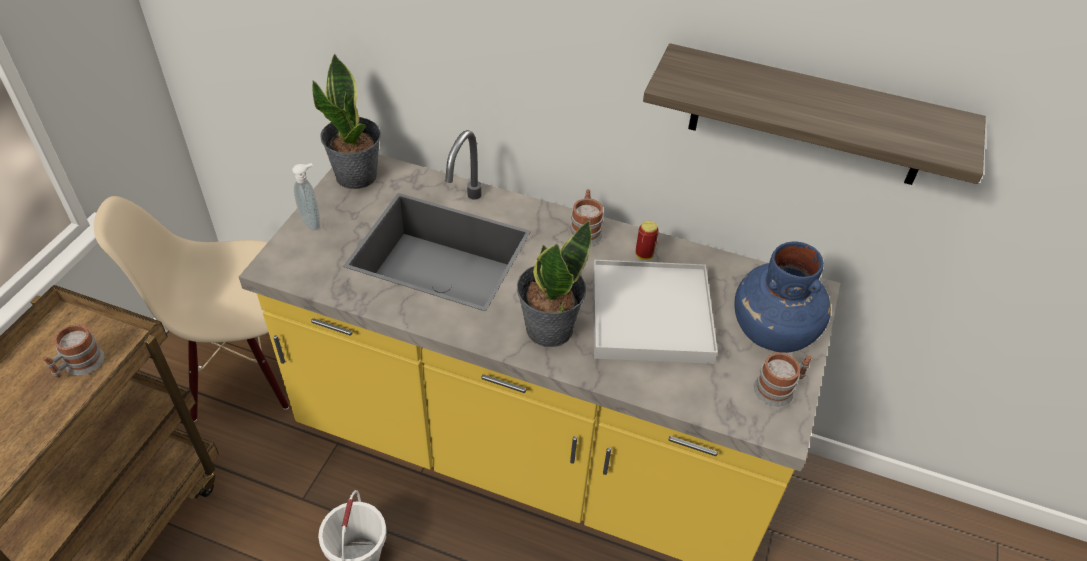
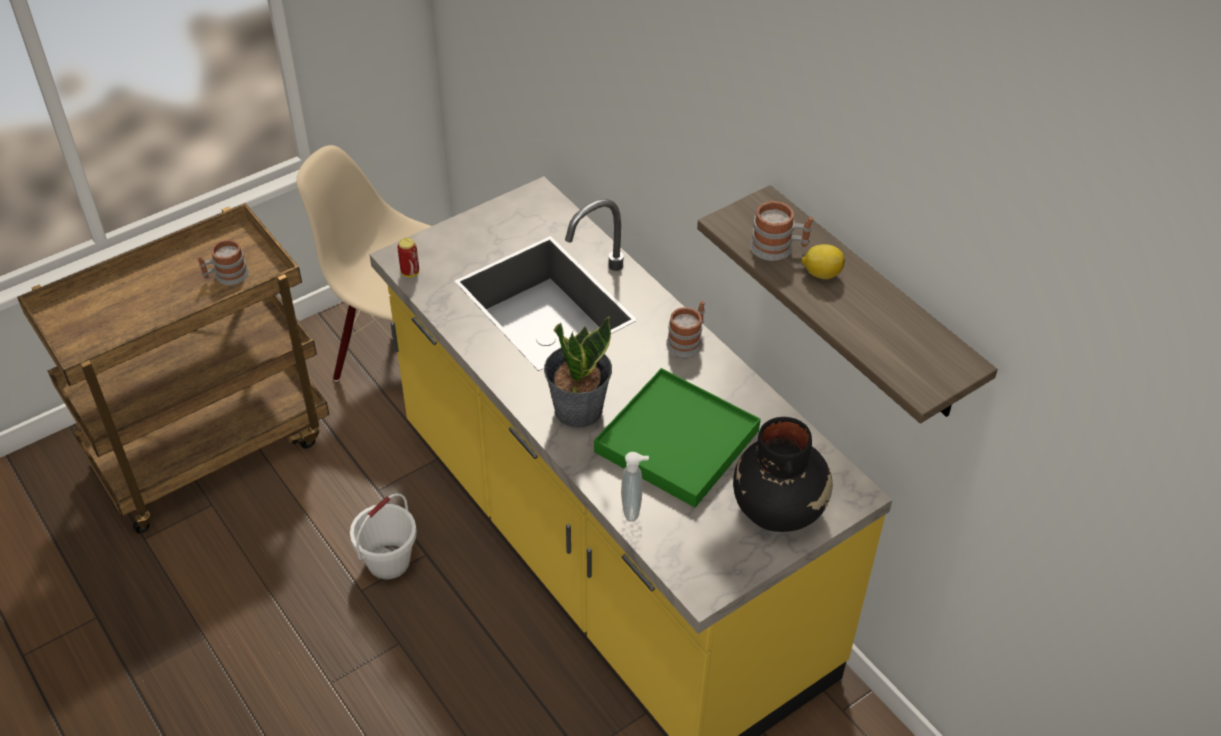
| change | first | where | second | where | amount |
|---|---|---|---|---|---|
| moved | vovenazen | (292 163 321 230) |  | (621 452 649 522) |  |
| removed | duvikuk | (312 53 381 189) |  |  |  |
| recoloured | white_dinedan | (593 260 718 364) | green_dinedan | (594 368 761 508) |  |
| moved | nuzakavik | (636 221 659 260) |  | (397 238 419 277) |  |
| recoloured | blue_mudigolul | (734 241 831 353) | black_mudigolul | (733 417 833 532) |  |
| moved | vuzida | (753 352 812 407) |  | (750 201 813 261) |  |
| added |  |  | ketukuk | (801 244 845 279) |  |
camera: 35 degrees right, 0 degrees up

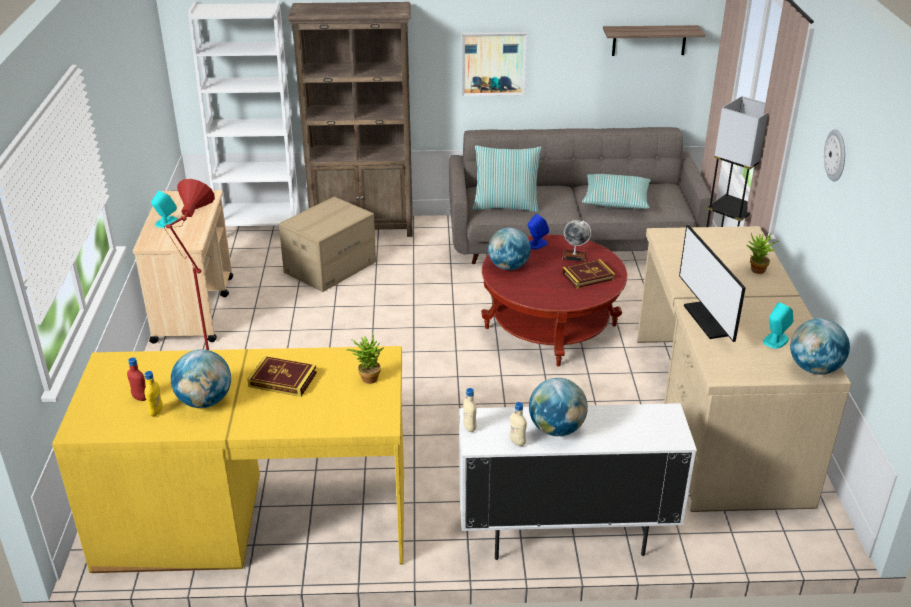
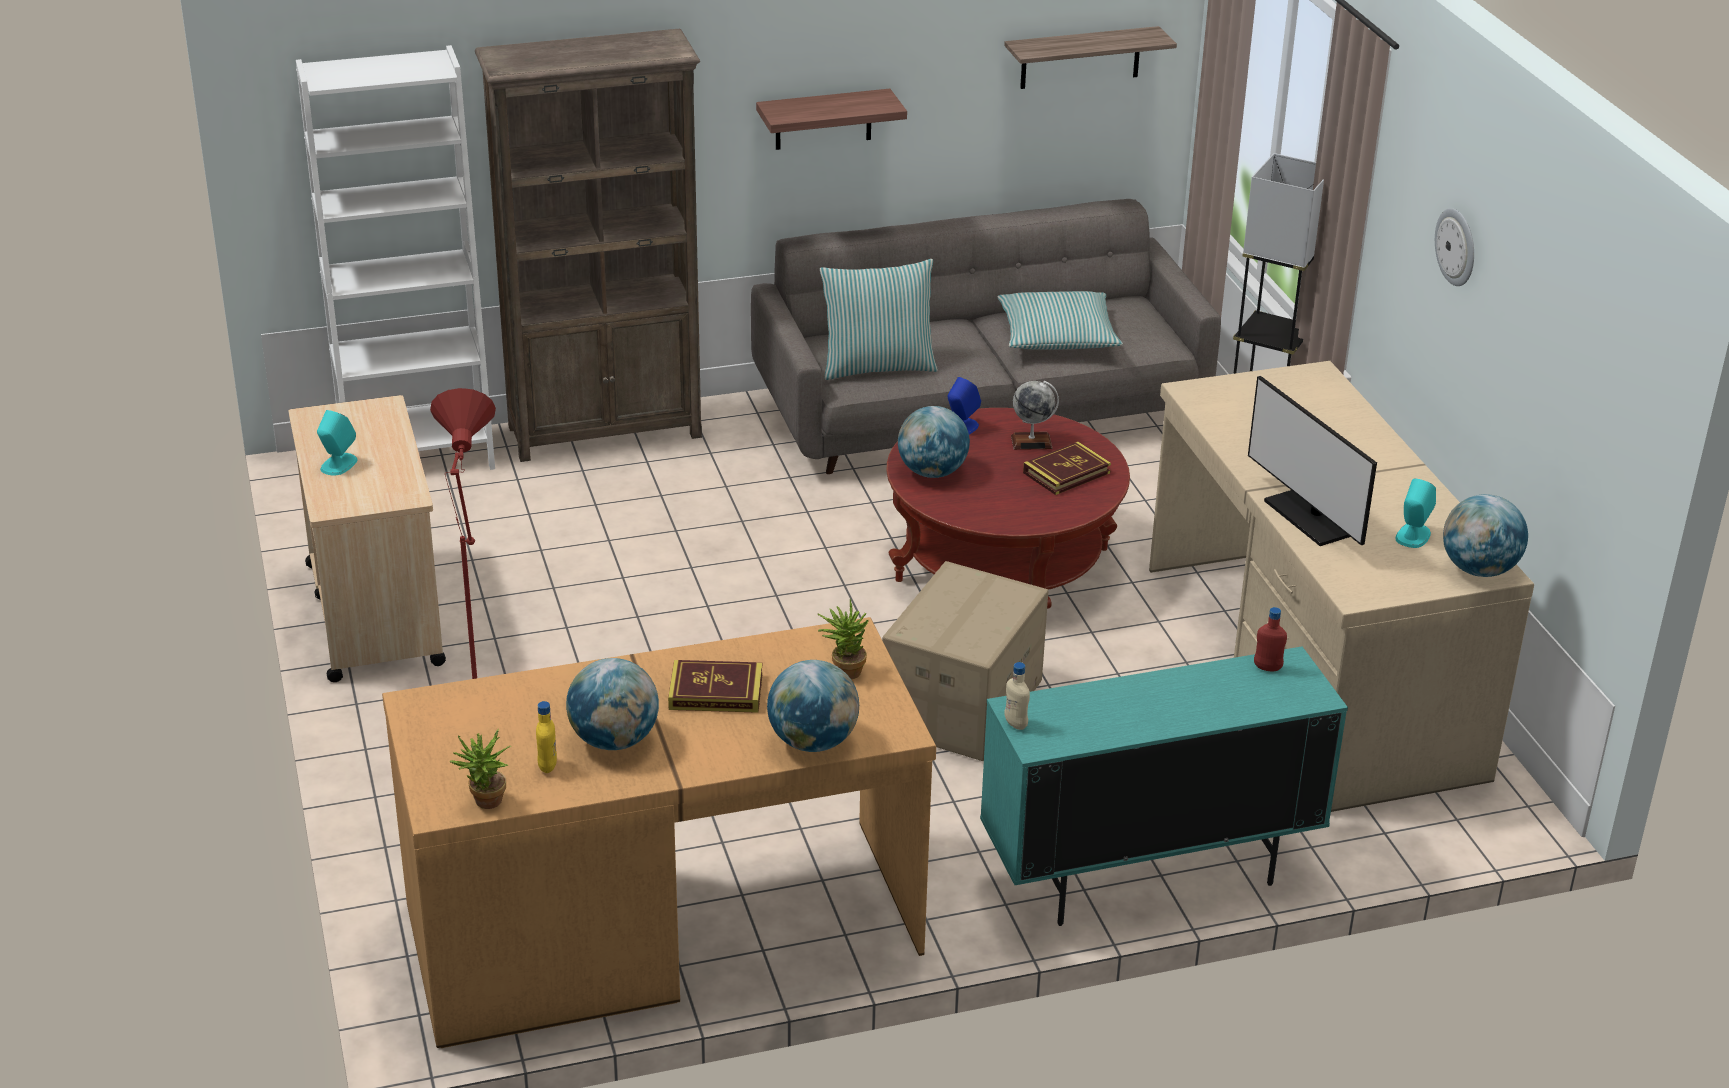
| change | first | where | second | where | amount |
|---|---|---|---|---|---|
| recoloured | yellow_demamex | (52 346 404 573) | brown_demamex | (382 617 936 1048) |  |
| moved | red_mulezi | (127 357 146 401) |  | (1254 607 1287 672) |  |
| moved | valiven | (279 197 376 292) |  | (882 561 1048 761) |  |
| recoloured | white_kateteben | (459 403 697 560) | turquoise_kateteben | (980 647 1348 926) |  |
| replaced | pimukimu | (462 32 527 96) | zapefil | (756 89 907 150) |  |
| removed | beige_mulezi | (509 402 527 446) |  |  |  |
| moved | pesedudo | (529 378 588 436) |  | (767 660 859 752) |  |
| moved | duvikuk | (747 233 778 274) |  | (450 729 511 809) |  |
camera: 15 degrees left, 0 degrees up

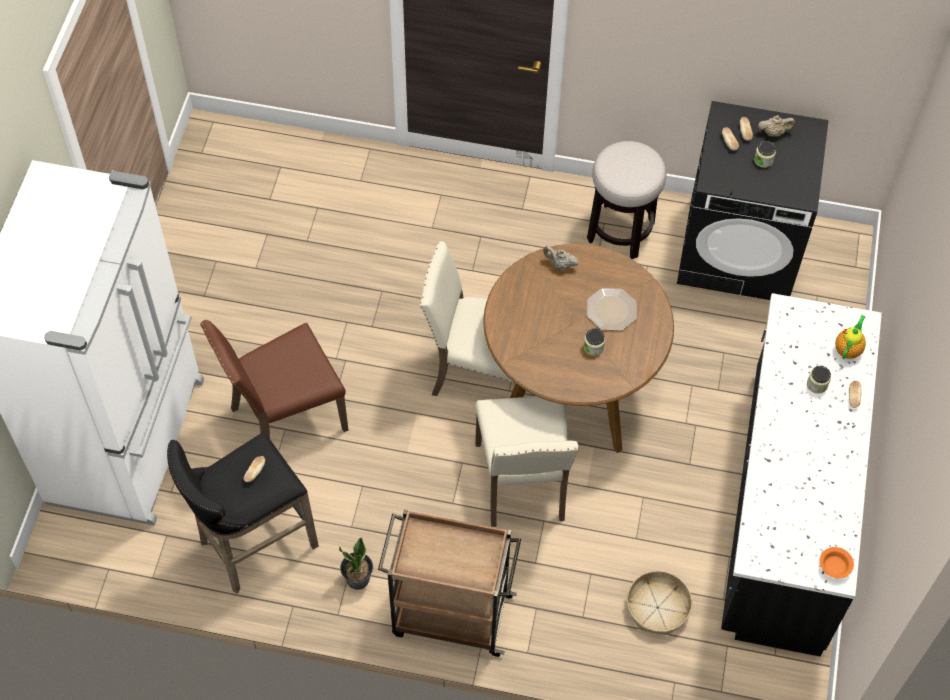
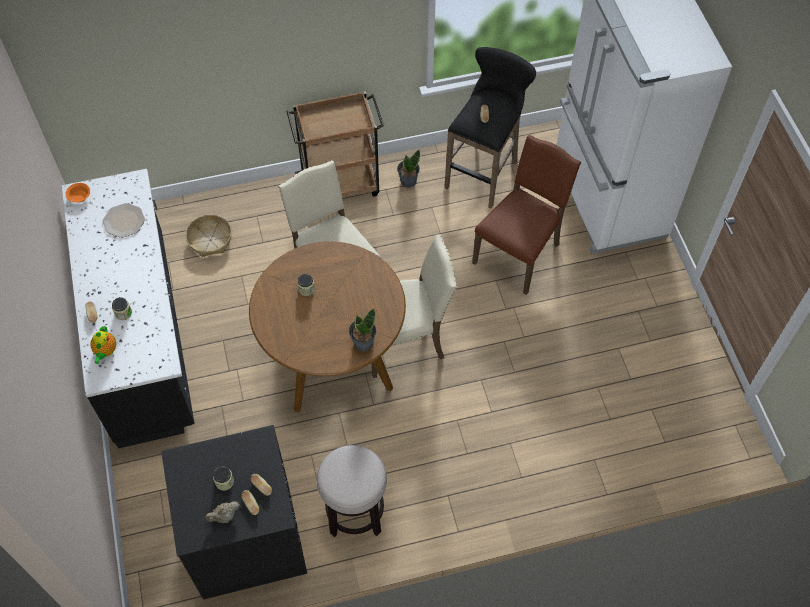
| change | first | where | second | where | amount |
|---|---|---|---|---|---|
| replaced | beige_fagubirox | (543 246 579 270) | duvikuk | (349 309 377 352) |  |
| moved | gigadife | (587 288 637 331) |  | (103 203 145 238) |  |
camera: 155 degrees right, 0 degrees up

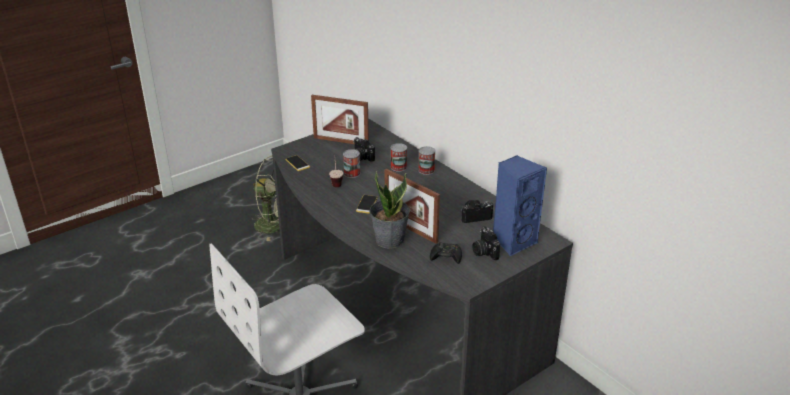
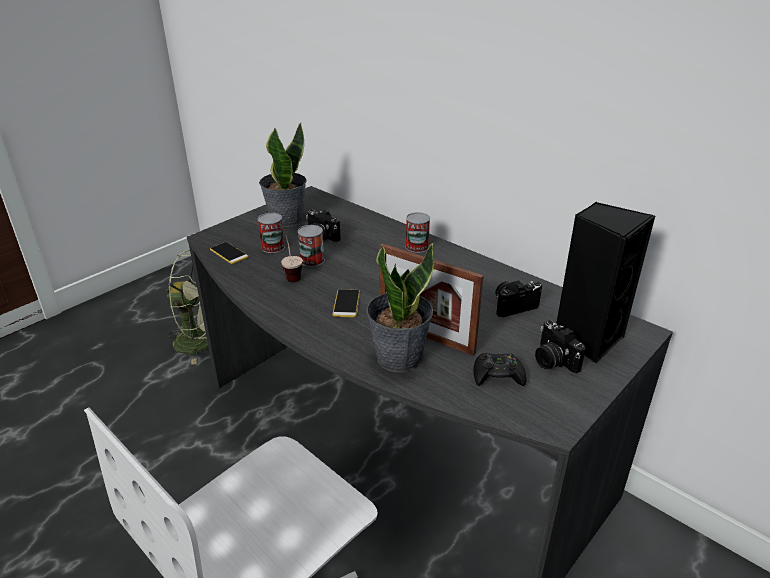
| change | first | where | second | where | amount |
|---|---|---|---|---|---|
| replaced | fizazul | (311 95 369 144) | duvikuk | (259 123 307 227) |  |
| moved | nuzakavik | (391 143 407 172) |  | (258 213 285 253) |  |
| recoloured | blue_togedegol | (493 155 547 256) | black_togedegol | (556 202 655 364) |  |
camera: 10 degrees left, 0 degrees up

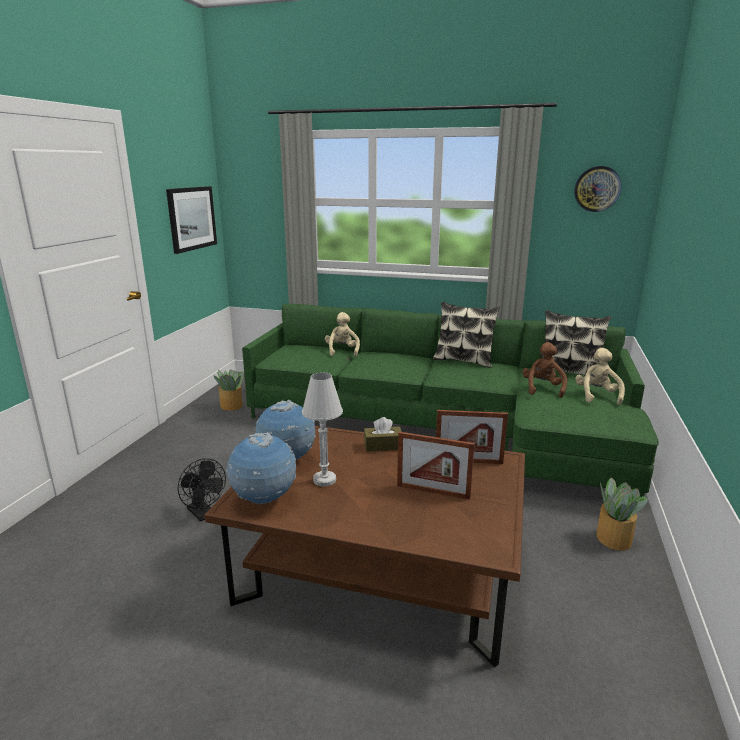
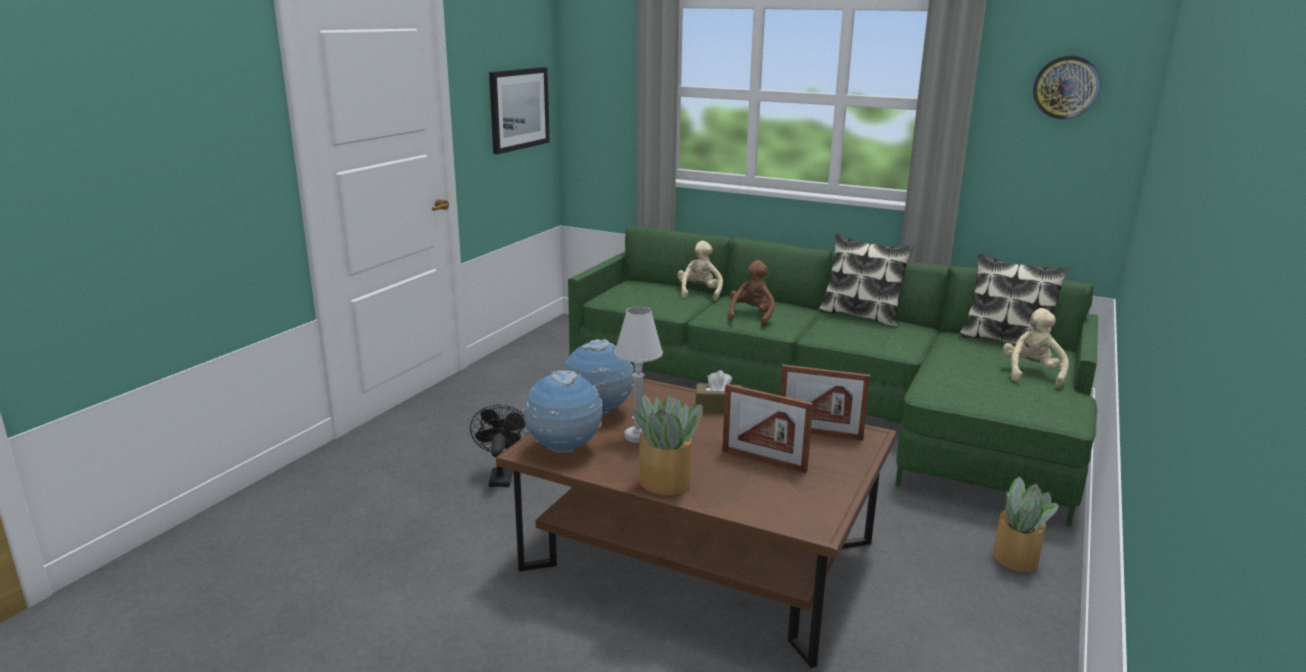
| change | first | where | second | where | amount |
|---|---|---|---|---|---|
| turned | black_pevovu | (177 458 226 521) |  | (470 405 530 487) | 150 degrees counterclockwise |
| moved | duvikuk | (213 369 244 411) |  | (632 395 703 495) |  |
| moved | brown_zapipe | (522 342 567 398) |  | (728 260 775 327) |  |
camera: 10 degrees right, 0 degrees up

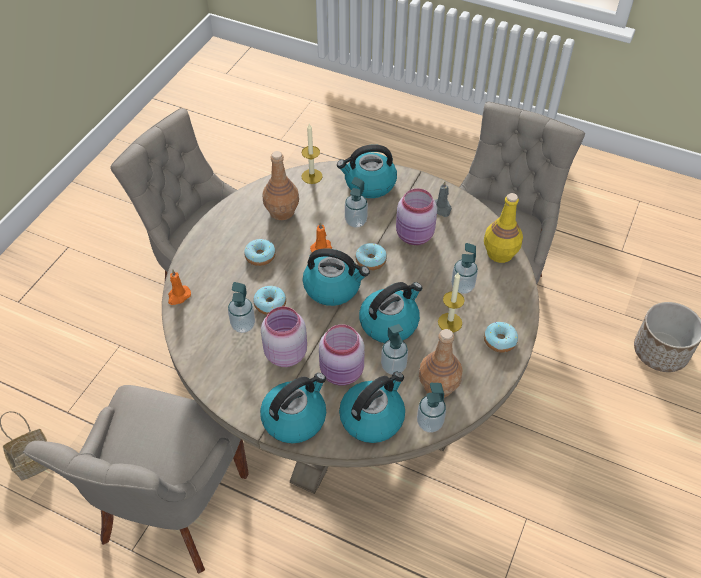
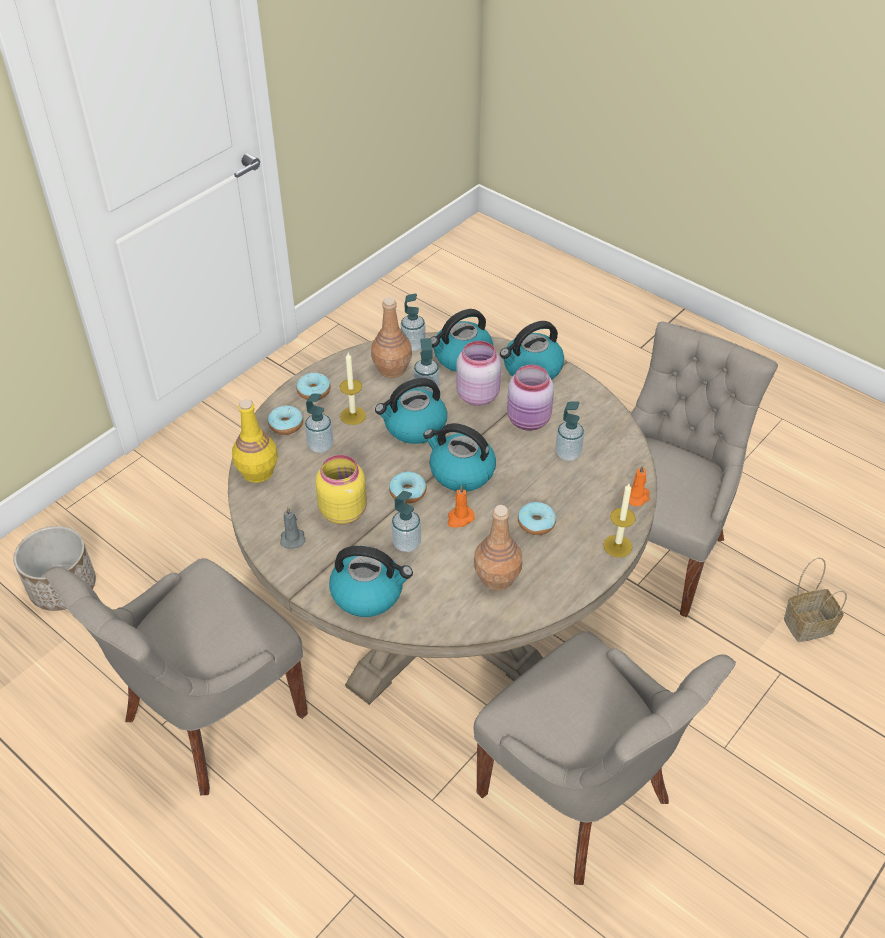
| change | first | where | second | where | amount |
|---|---|---|---|---|---|
| moved | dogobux | (254 286 286 315) |  | (268 405 303 435) |  |
| moved | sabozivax | (301 123 323 184) |  | (603 484 636 557) |  |
| recoloured | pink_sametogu | (396 188 437 245) | yellow_sametogu | (315 455 367 525) |  |
camera: 165 degrees left, 5 degrees down

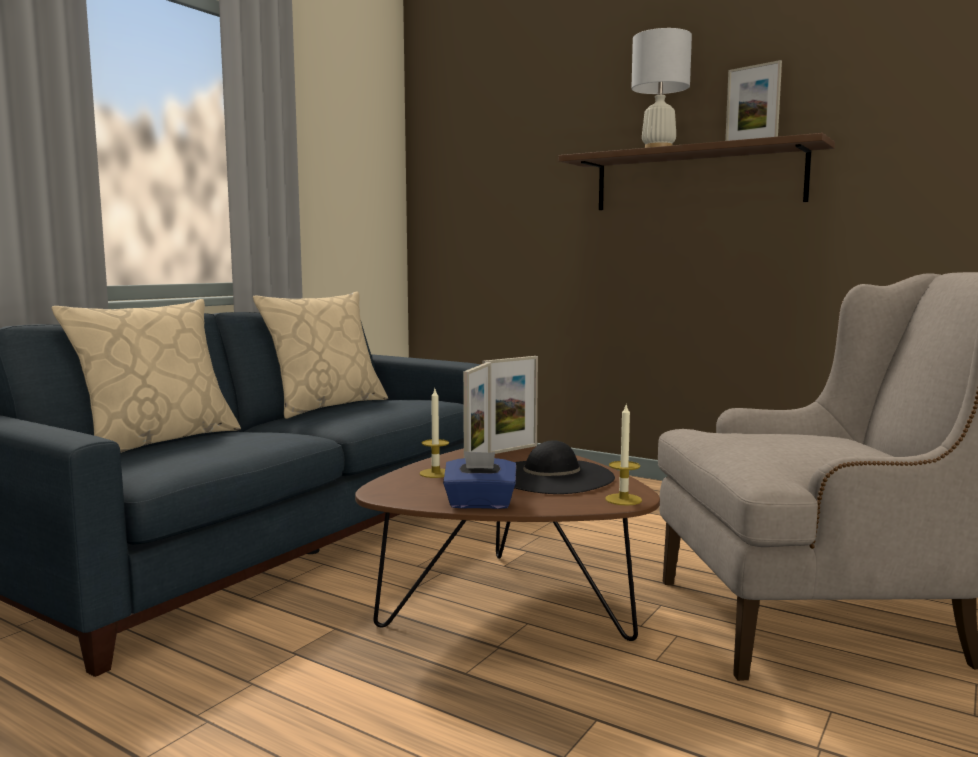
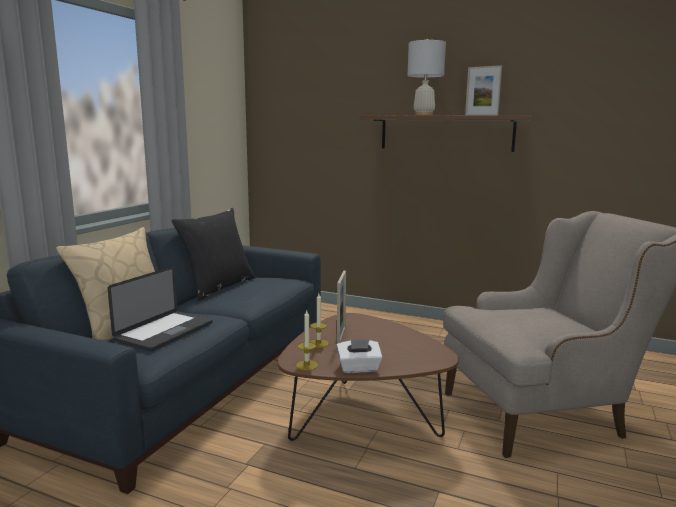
| change | first | where | second | where | amount |
|---|---|---|---|---|---|
| recoloured | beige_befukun | (253 291 388 419) | black_befukun | (172 208 256 301) |  |
| recoloured | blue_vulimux | (443 451 516 509) | white_vulimux | (336 339 383 373) |  |
| removed | fizazul | (482 356 538 454) |  |  |  |
| removed | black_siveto | (514 440 615 494) |  |  |  |
| moved | sabozivax | (605 405 642 505) |  | (296 311 318 371) |  |
| added |  |  | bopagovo | (108 266 213 351) |  |
camera: 10 degrees left, 5 degrees up

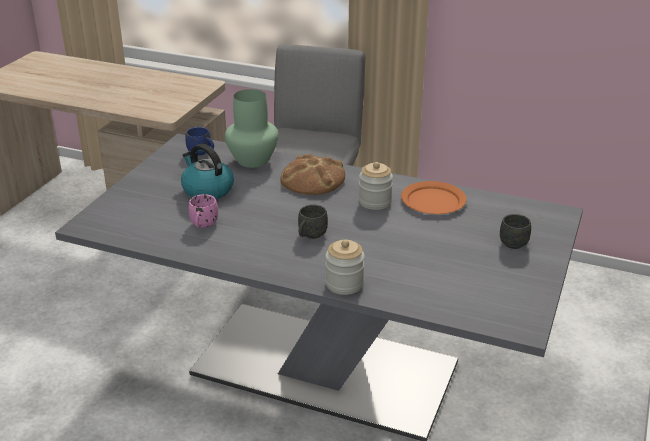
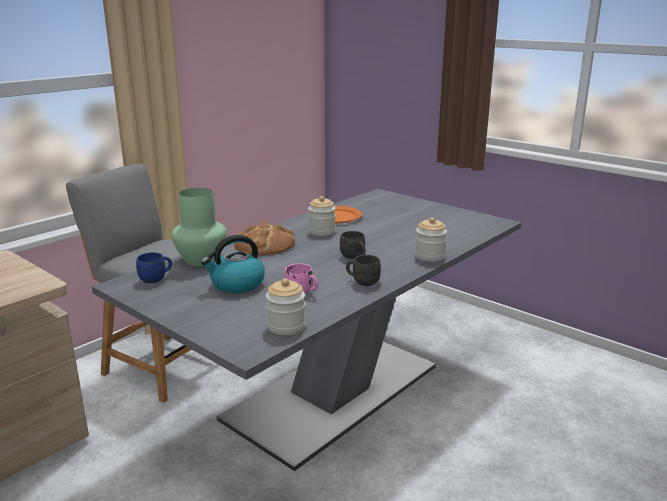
| change | first | where | second | where | amount |
|---|---|---|---|---|---|
| moved | grey_vuzida | (500 214 531 249) |  | (346 255 381 286) |  |
| added |  |  | sametogu | (266 278 306 335) |  |
camera: 70 degrees left, 10 degrees down

